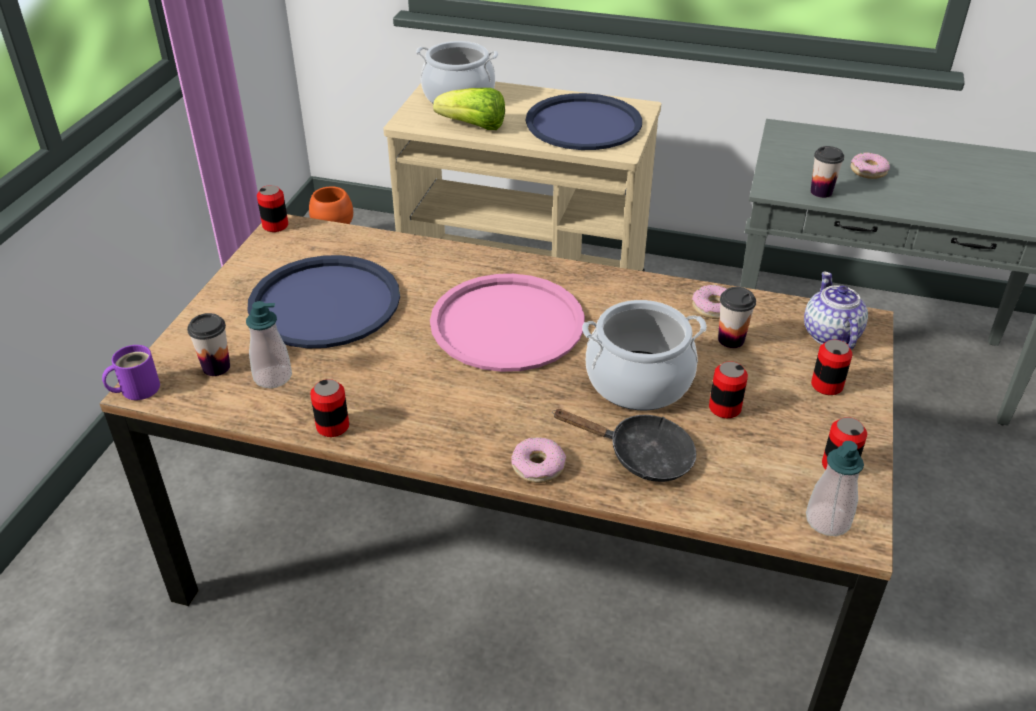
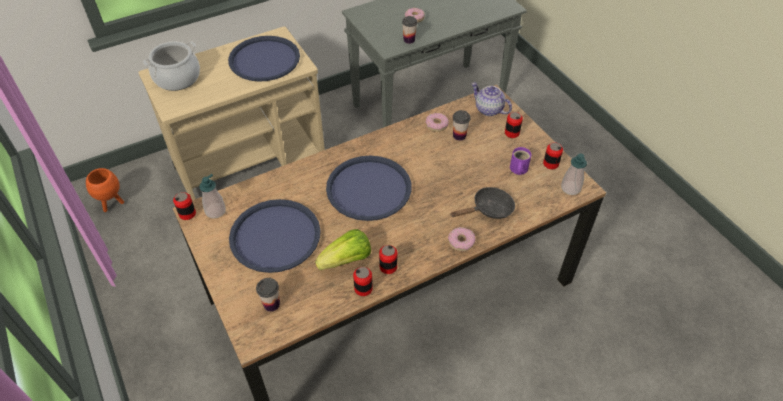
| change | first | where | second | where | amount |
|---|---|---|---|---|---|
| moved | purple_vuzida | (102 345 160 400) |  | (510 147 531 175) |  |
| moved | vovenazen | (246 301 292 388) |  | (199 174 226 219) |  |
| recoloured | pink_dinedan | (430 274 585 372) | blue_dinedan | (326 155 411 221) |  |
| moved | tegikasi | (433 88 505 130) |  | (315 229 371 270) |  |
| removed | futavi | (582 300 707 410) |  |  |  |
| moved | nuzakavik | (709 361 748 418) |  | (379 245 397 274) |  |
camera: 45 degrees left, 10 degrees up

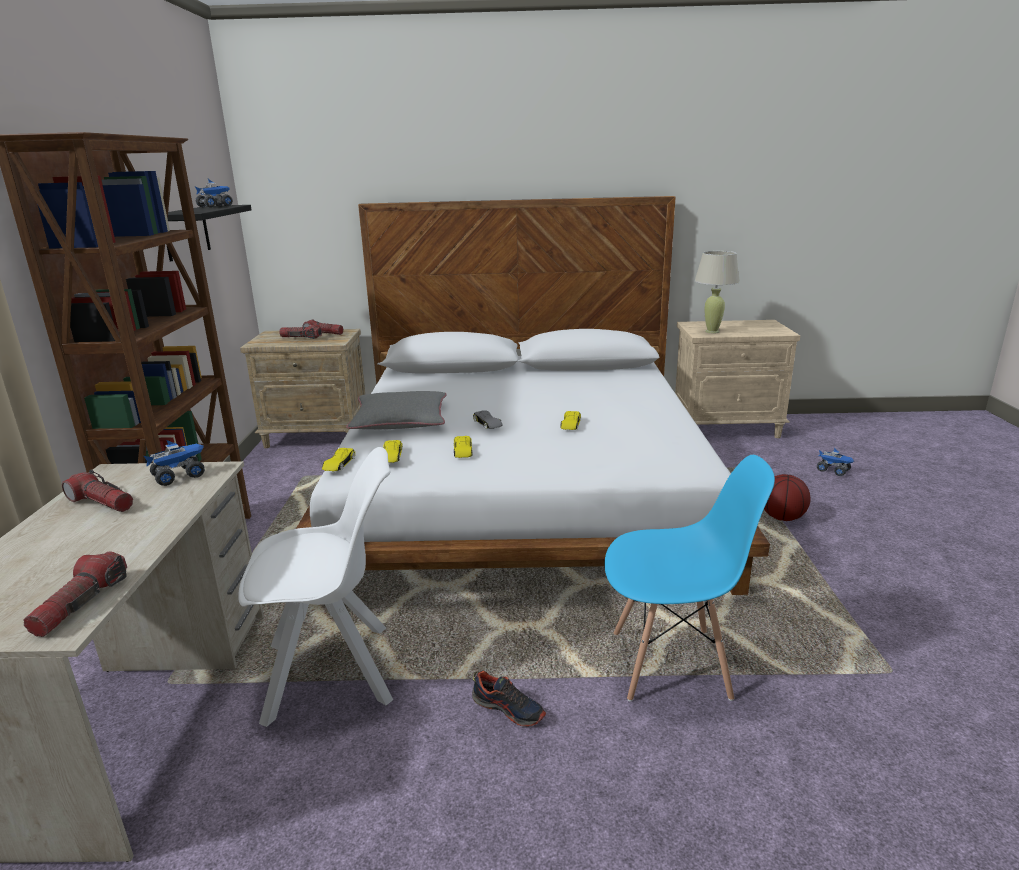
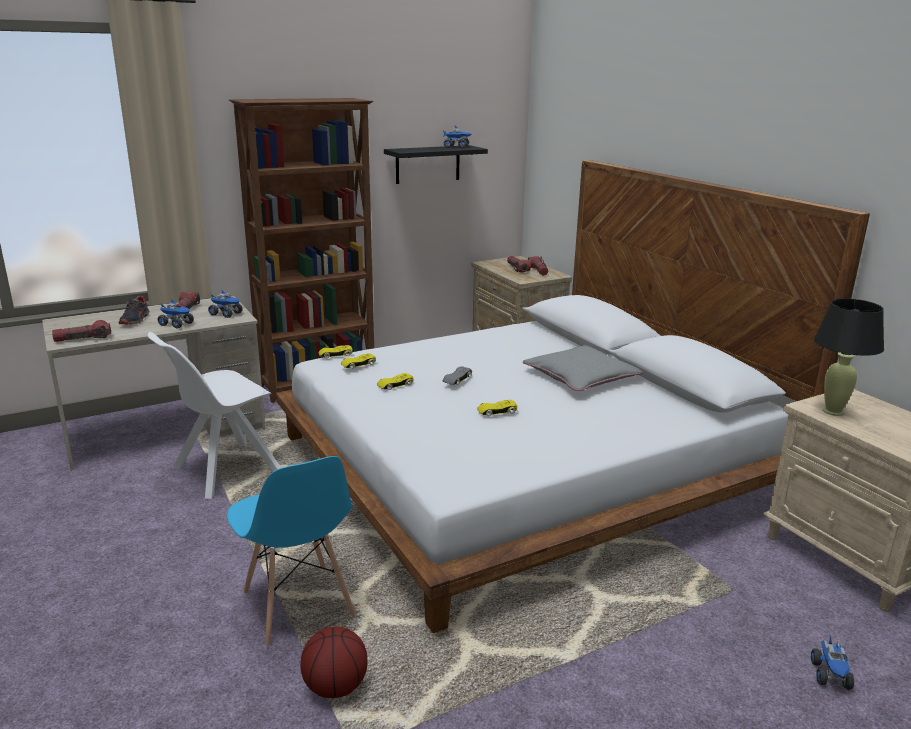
| change | first | where | second | where | amount |
|---|---|---|---|---|---|
| turned | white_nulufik | (238 447 393 727) |  | (148 332 281 499) | 90 degrees clockwise |
| moved | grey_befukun | (346 391 447 429) |  | (523 345 643 391) |  |
| moved | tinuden | (472 670 546 727) |  | (119 296 150 325) |  |
| recoloured | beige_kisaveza | (695 251 740 333) | black_kisaveza | (814 298 884 416) |  |
| moved | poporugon | (764 474 810 521) |  | (301 627 368 698) |  |
| added |  |  | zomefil | (157 299 194 328) |  |
camera: 60 degrees right, 0 degrees up

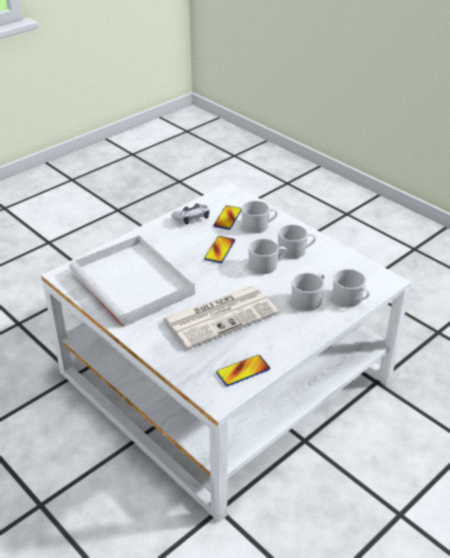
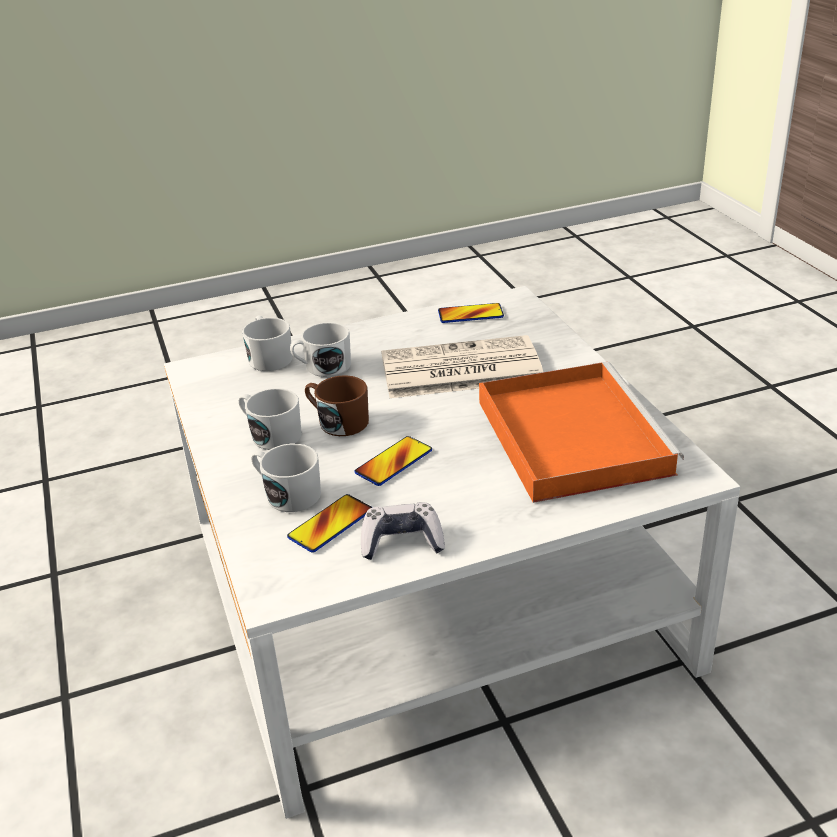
| change | first | where | second | where | amount |
|---|---|---|---|---|---|
| recoloured | white_dinedan | (69 235 195 327) | orange_dinedan | (479 362 684 503) |  |
| recoloured | white_vuzida | (248 238 287 274) | brown_vuzida | (305 375 369 436) |  |
camera: 155 degrees left, 5 degrees down

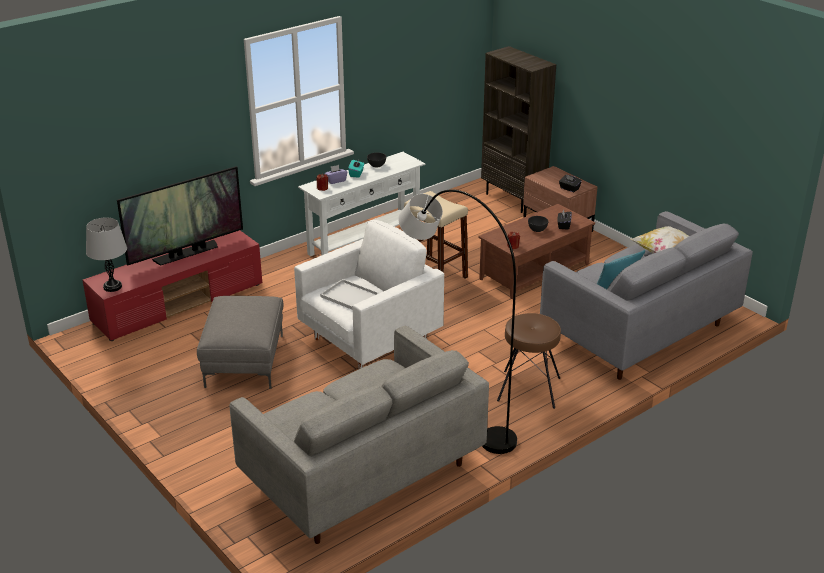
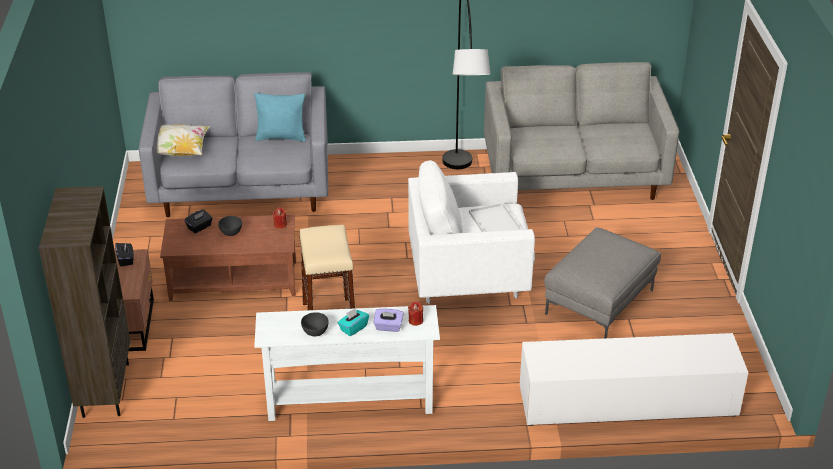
| change | first | where | second | where | amount |
|---|---|---|---|---|---|
| recoloured | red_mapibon | (82 230 262 341) | white_mapibon | (520 333 748 426) |  |
| removed | grey_kisaveza | (86 217 127 292) |  |  |  |
| removed | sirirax | (117 166 243 265) |  |  |  |
| removed | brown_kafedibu | (497 313 561 409) |  |  |  |
camera: 145 degrees left, 5 degrees up

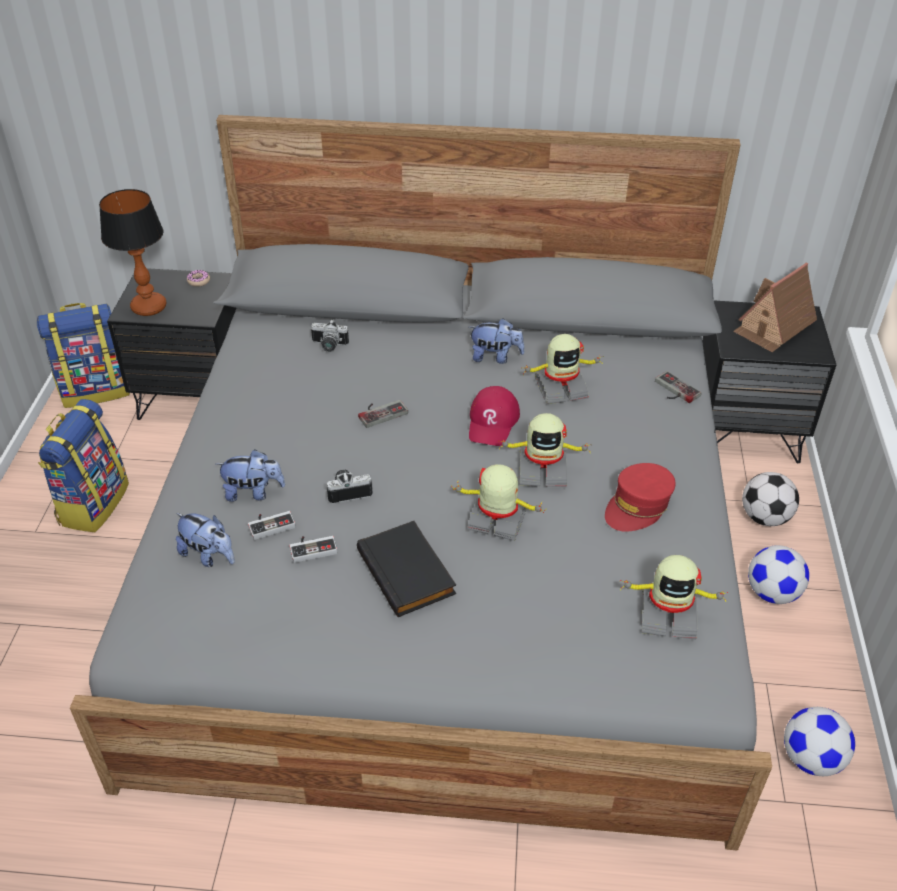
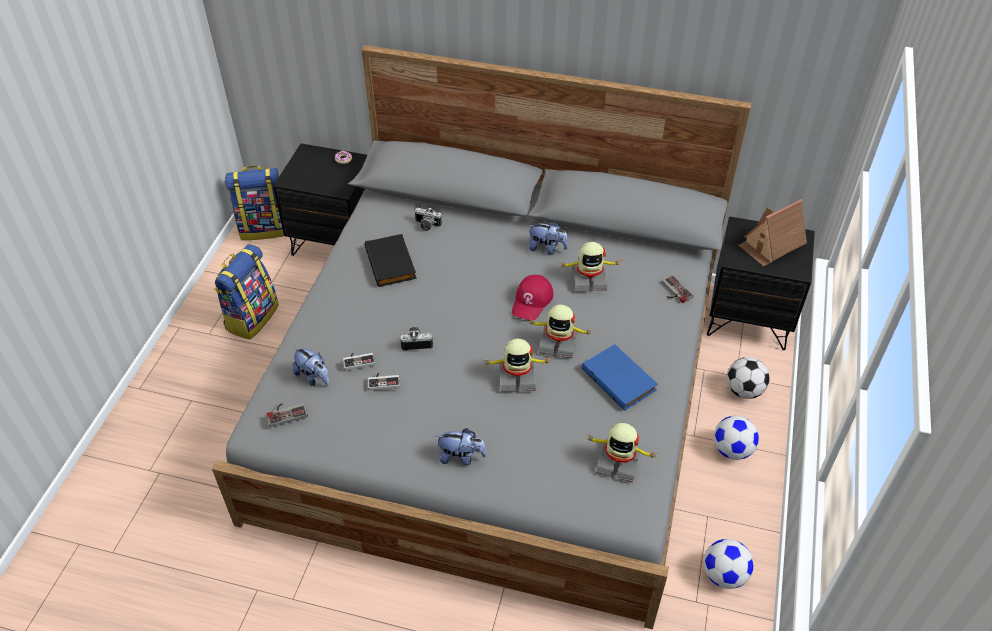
| change | first | where | second | where | amount |
|---|---|---|---|---|---|
| removed | kisaveza | (99 189 166 316) |  |  |  |
| moved | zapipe | (216 450 285 502) |  | (436 428 487 466) |  |
| moved | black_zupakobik | (357 521 456 617) |  | (365 234 416 287) |  |
| moved | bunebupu | (358 400 408 428) |  | (267 403 308 427) |  |
| turned | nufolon | (451 464 545 541) |  | (484 339 551 392) | 150 degrees clockwise |
| replaced | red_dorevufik | (605 463 675 532) | blue_zupakobik | (582 344 658 411) |  |
camera: 10 degrees right, 5 degrees up

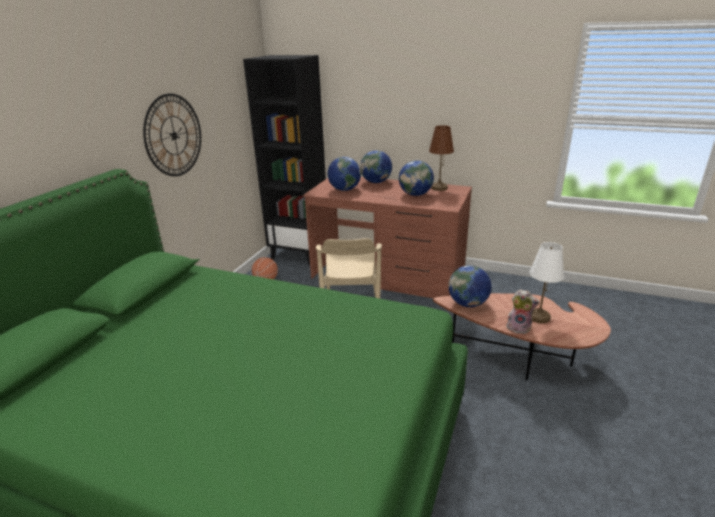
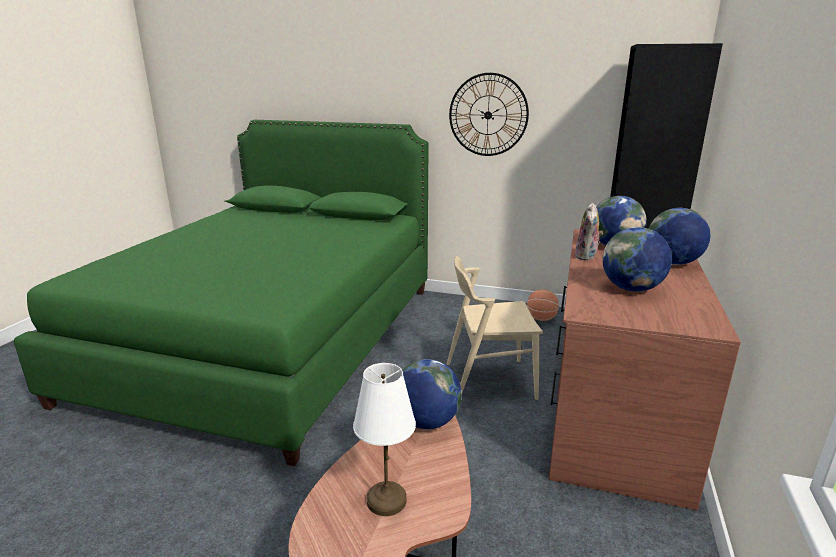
| change | first | where | second | where | amount |
|---|---|---|---|---|---|
| removed | brown_kisaveza | (429 125 454 191) |  |  |  |
| moved | zapipe | (506 289 540 334) |  | (575 203 603 261) |  |
camera: 85 degrees right, 5 degrees down

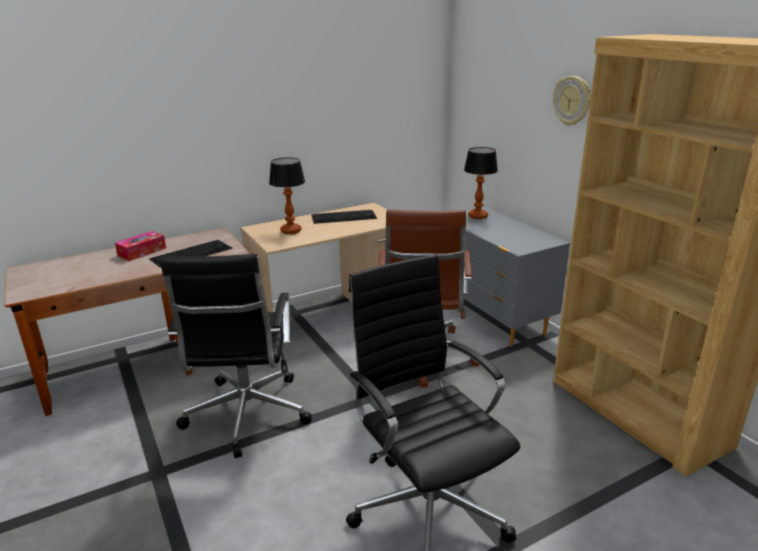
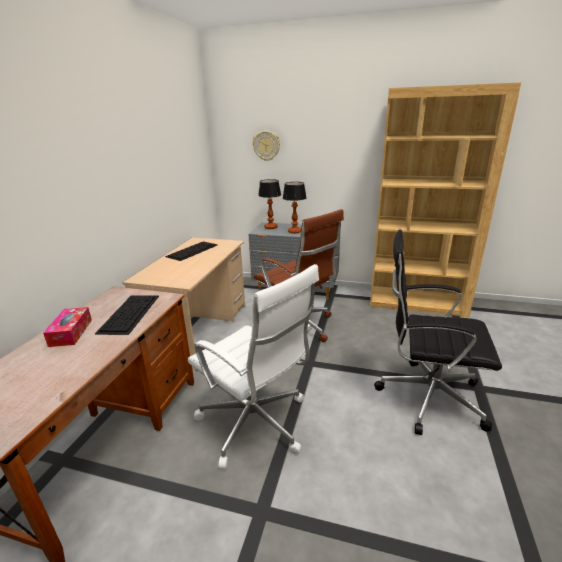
| change | first | where | second | where | amount |
|---|---|---|---|---|---|
| recoloured | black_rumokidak | (161 254 312 458) | white_rumokidak | (188 264 319 469) |  |
| moved | kisaveza | (269 157 305 234) |  | (283 182 307 234) |  |
| moved | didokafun | (553 76 591 126) |  | (253 131 280 161) |  |
camera: 45 degrees left, 0 degrees up

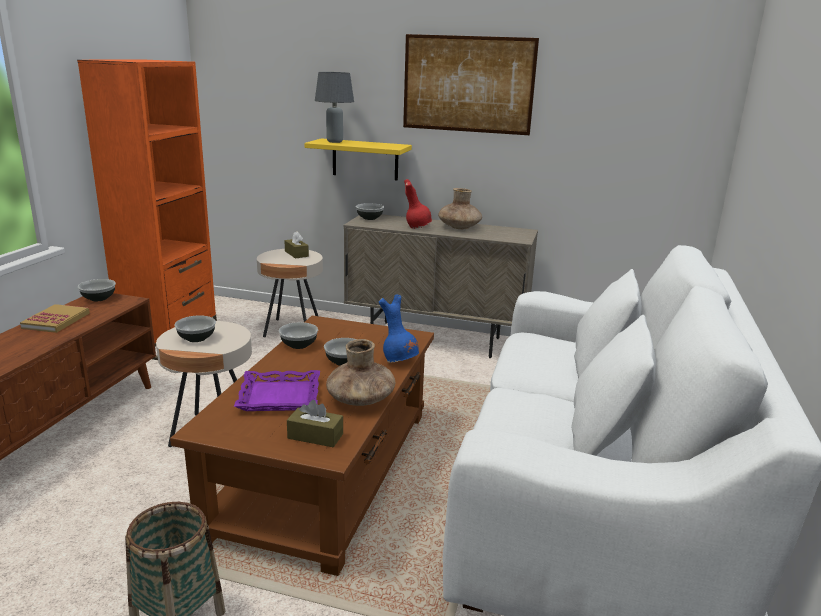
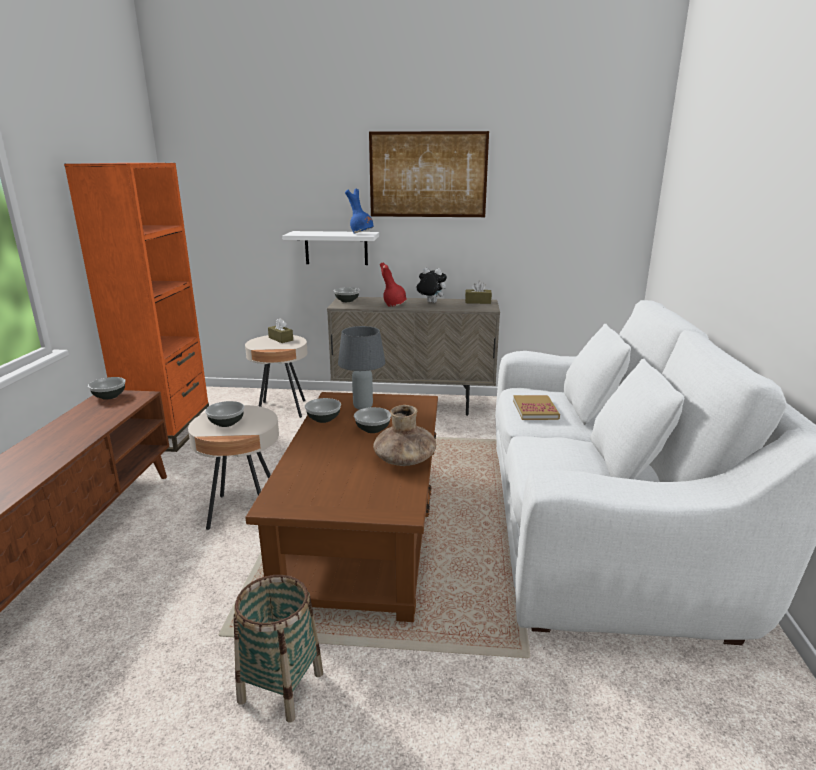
| change | first | where | second | where | amount |
|---|---|---|---|---|---|
| moved | zupakobik | (20 304 90 333) |  | (513 395 560 420) |  |
| removed | purple_dinedan | (234 370 320 411) |  |  |  |
| moved | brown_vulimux | (287 400 343 447) |  | (465 281 492 304) |  |
| recoloured | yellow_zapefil | (304 138 412 181) | white_zapefil | (282 231 379 265) |  |
| moved | grey_kisaveza | (315 72 354 143) |  | (338 326 386 410) |  |
| moved | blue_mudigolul | (379 294 419 363) |  | (345 189 374 234) |  |
| replaced | brown_mudigolul | (438 188 482 229) | zapipe | (415 268 447 303) |  |
camera: 10 degrees left, 0 degrees up

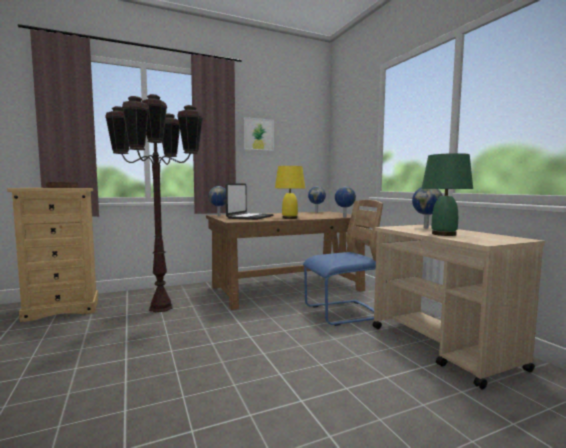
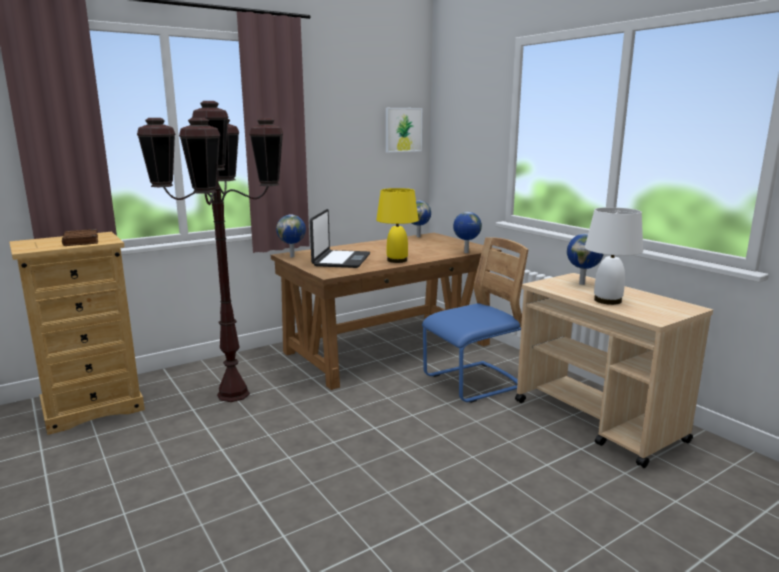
| change | first | where | second | where | amount |
|---|---|---|---|---|---|
| moved | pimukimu | (244 117 274 151) |  | (386 108 422 153) |  |
| recoloured | green_kisaveza | (421 153 473 236) | white_kisaveza | (585 207 643 305) |  |
camera: 10 degrees left, 10 degrees up

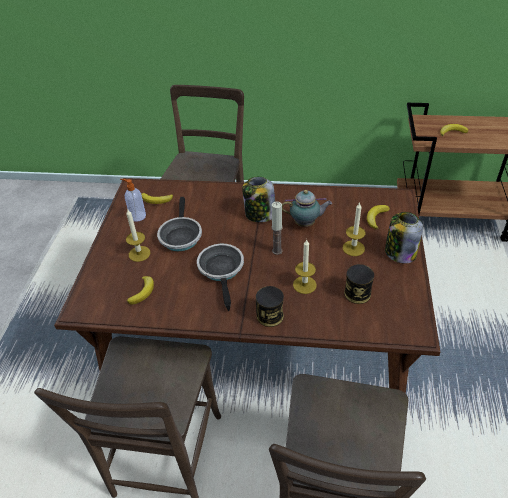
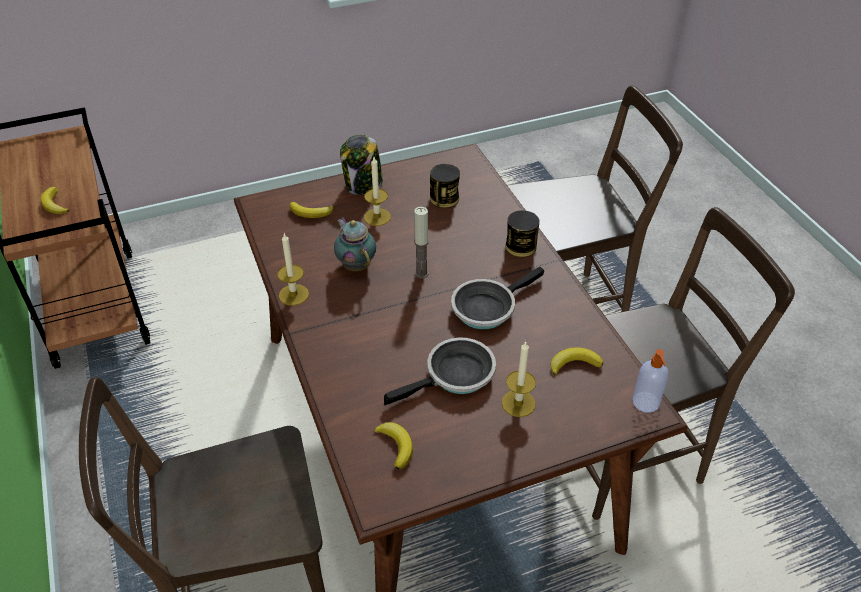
| change | first | where | second | where | amount |
|---|---|---|---|---|---|
| moved | vovenazen | (120 179 146 222) |  | (632 349 668 413) |  |
| removed | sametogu | (242 176 275 222) |  |  |  |
| moved | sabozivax | (293 240 317 294) |  | (277 233 309 306) |  |
camera: 120 degrees left, 0 degrees up

